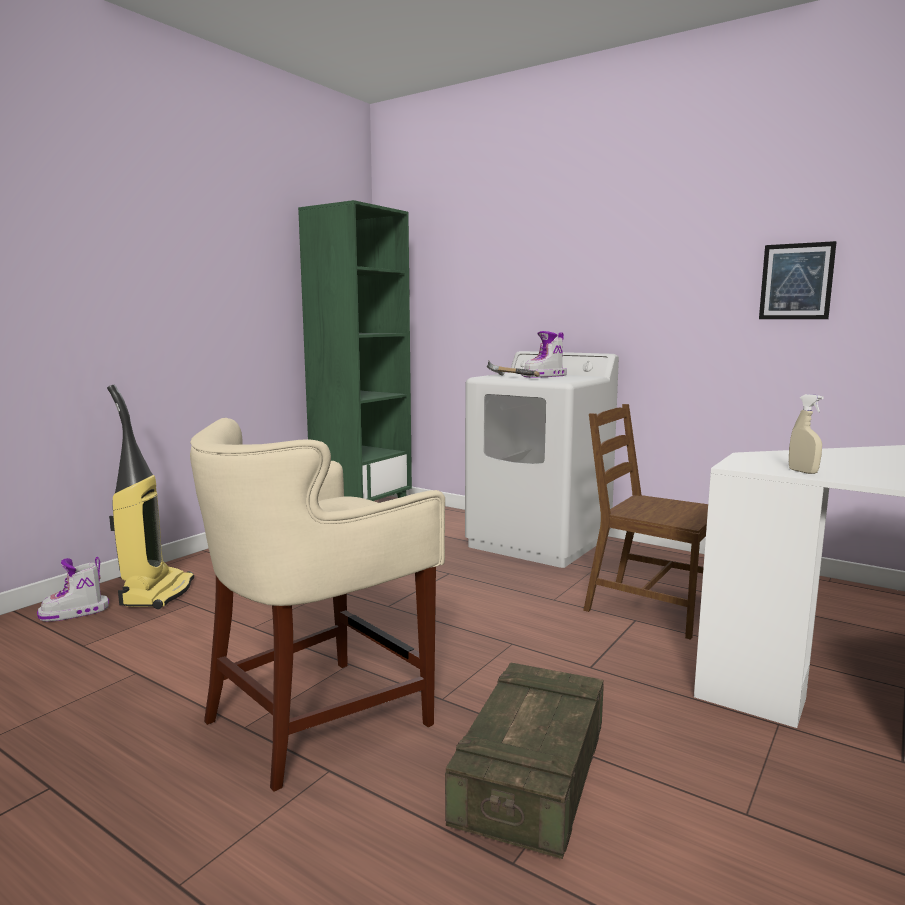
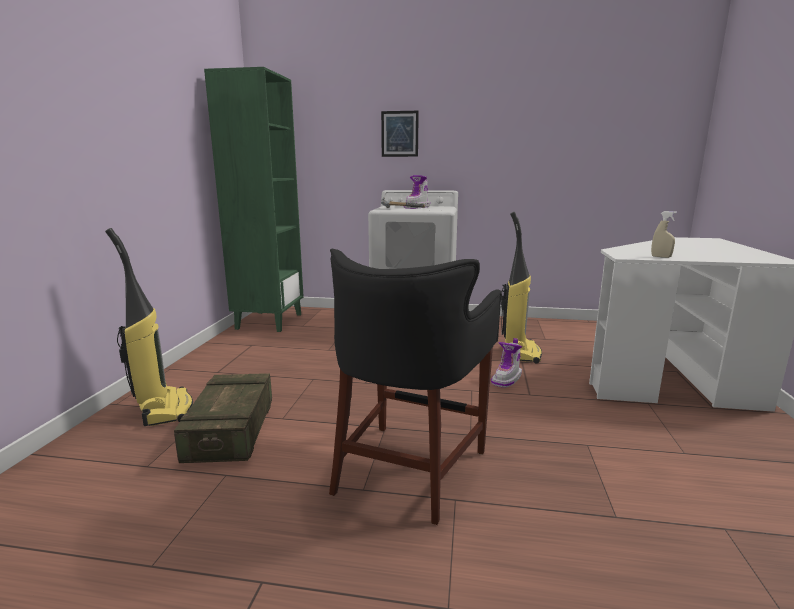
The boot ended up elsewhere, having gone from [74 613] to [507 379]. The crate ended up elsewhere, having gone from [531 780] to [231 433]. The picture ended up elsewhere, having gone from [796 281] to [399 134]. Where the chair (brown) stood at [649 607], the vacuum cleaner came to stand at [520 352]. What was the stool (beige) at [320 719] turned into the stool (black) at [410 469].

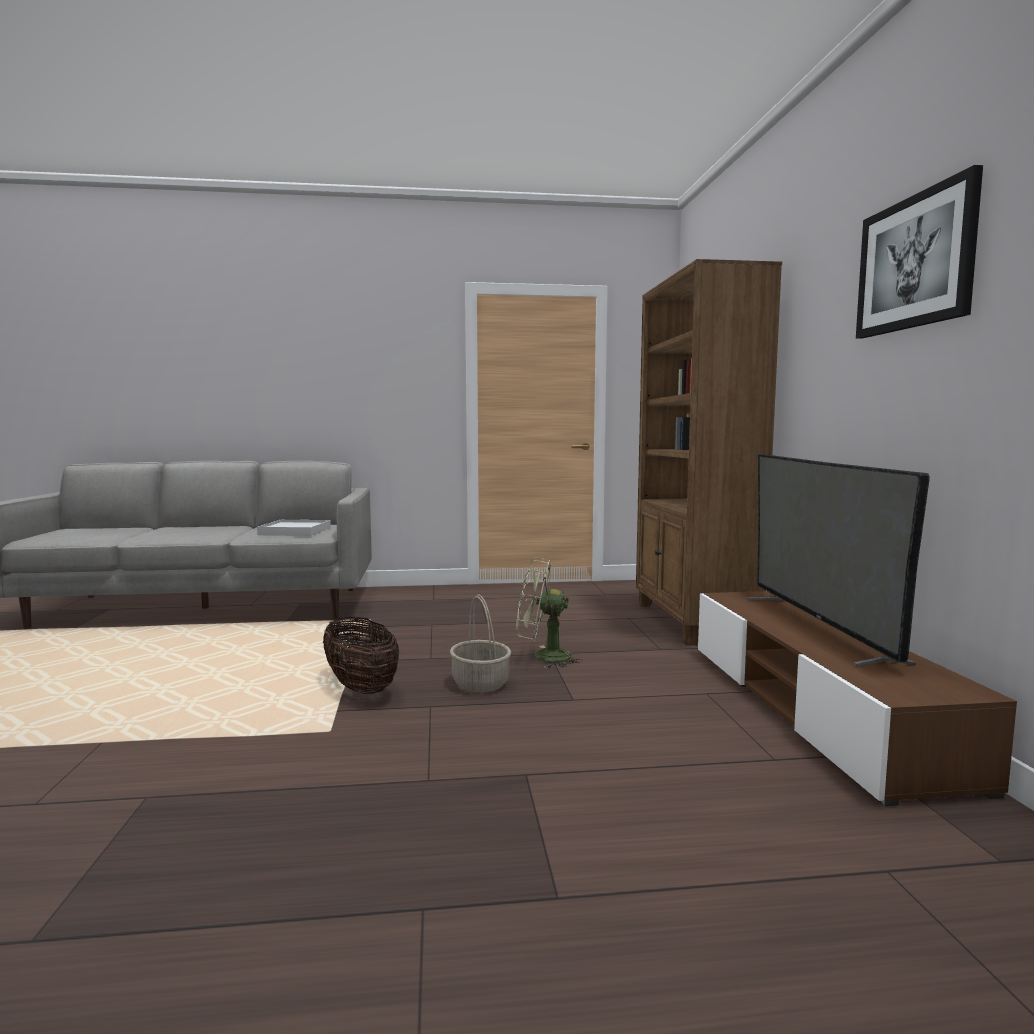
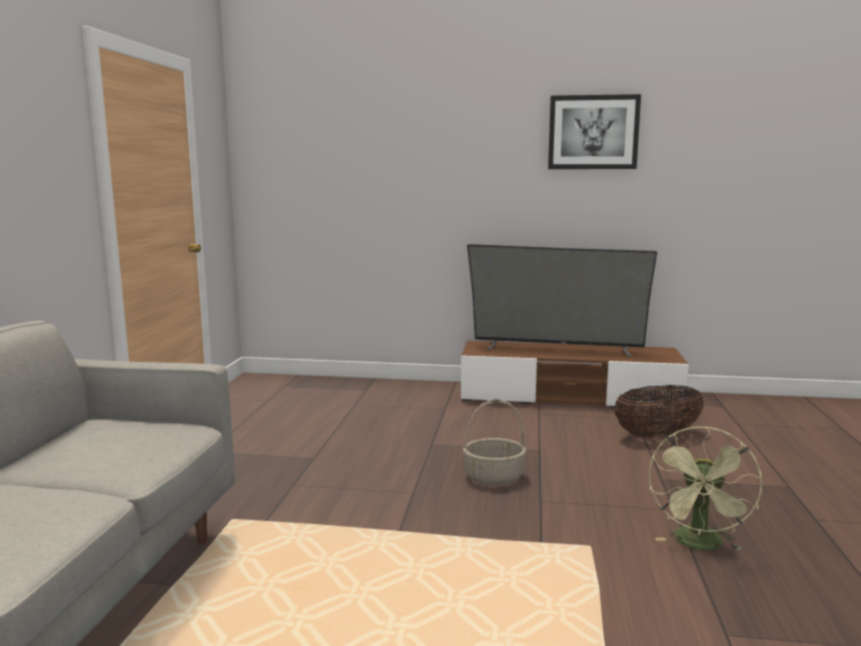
The second view lost the tray (white) at [295 531]. The second view lost the bookcase (brown) at [692 622]. The basket ended up elsewhere, having gone from [361 687] to [657 436]. The fan (green) ended up elsewhere, having gone from [543 657] to [700 545].

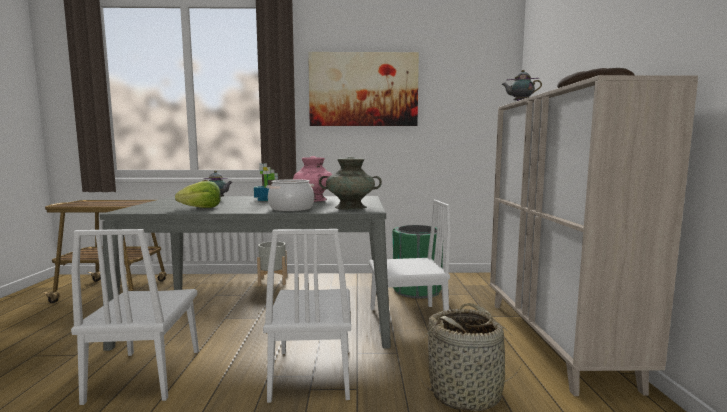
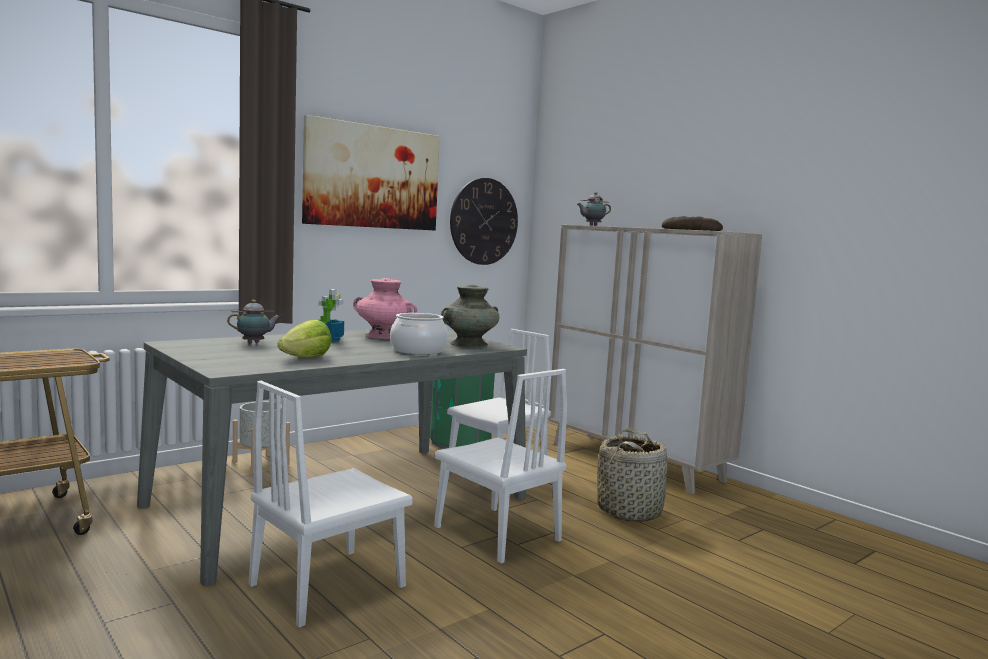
The second view gained the wall clock at [484 221]. The chair (white) at [146 374] ended up facing another way, 90 degrees clockwise from before.

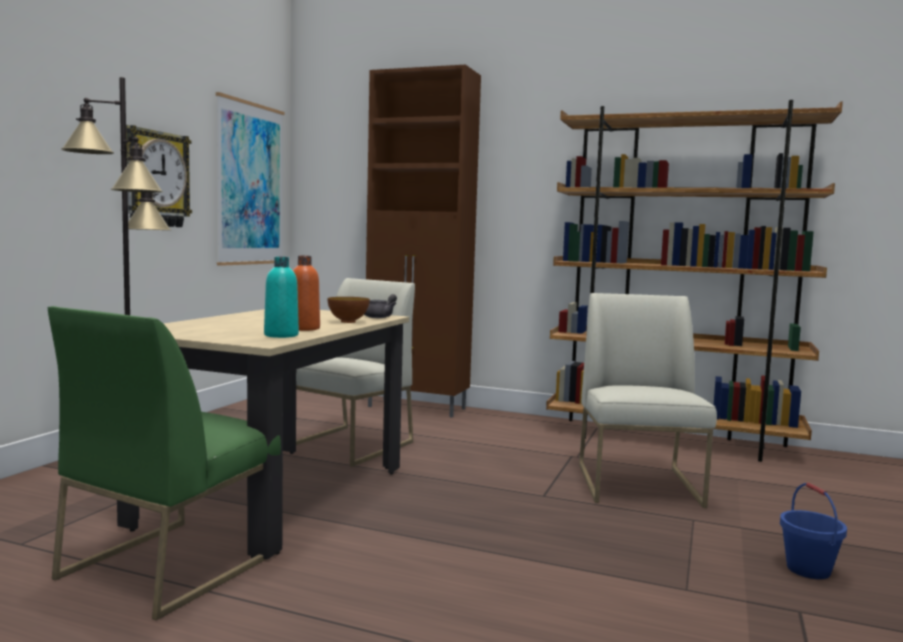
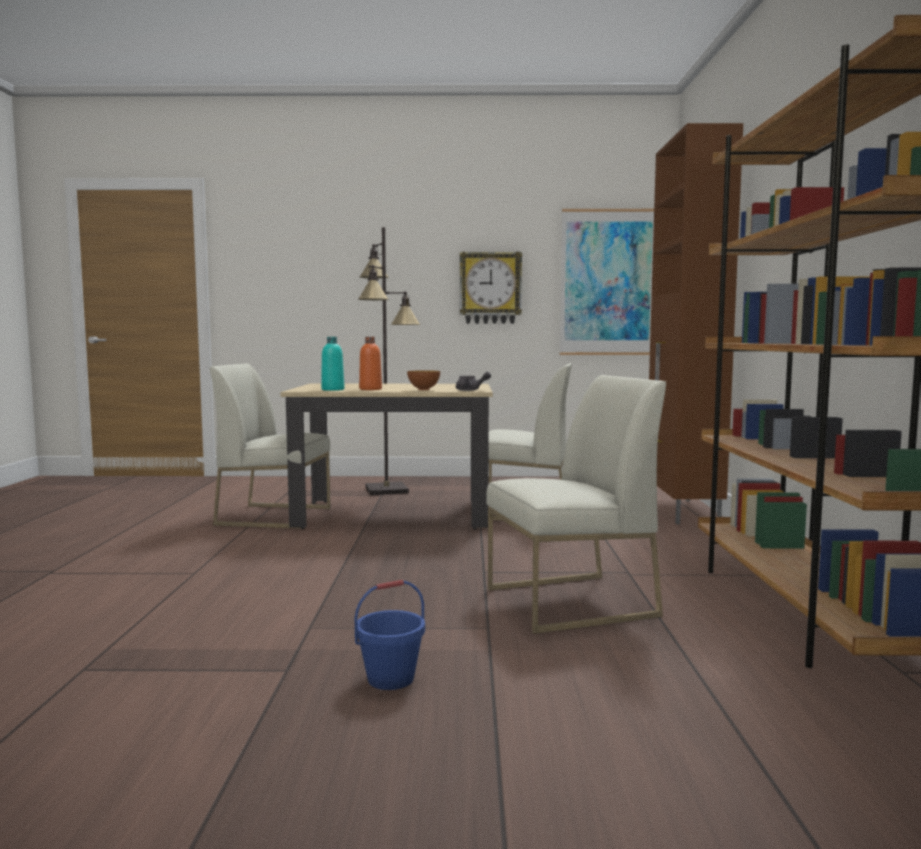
What was the chair (green) at [170 564] turned into the chair (white) at [275 516].

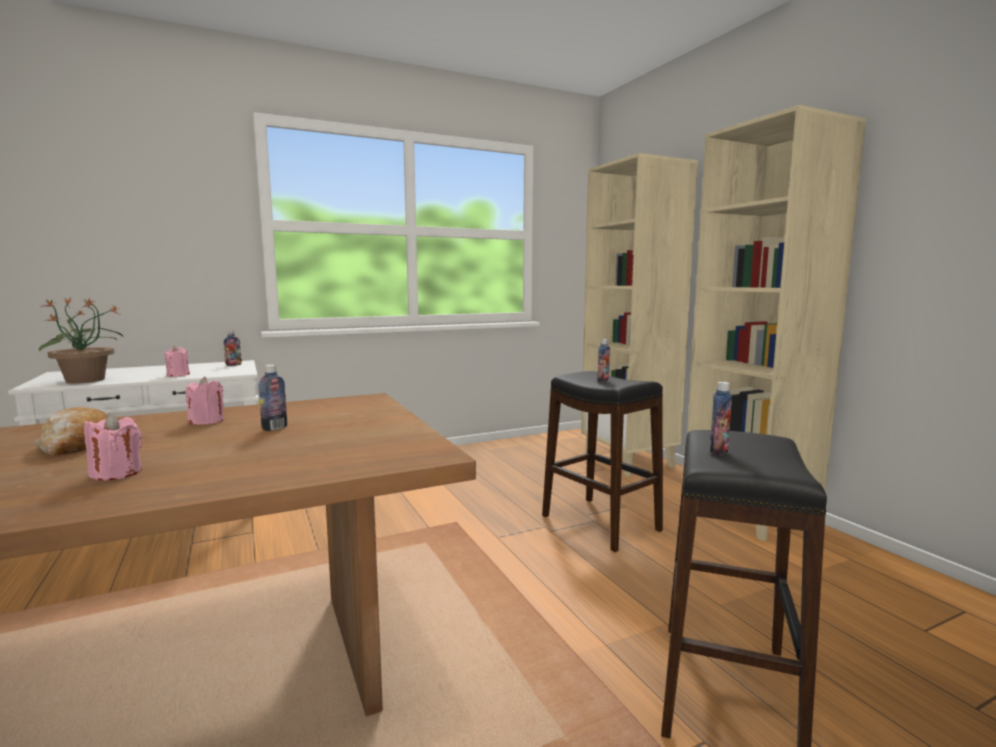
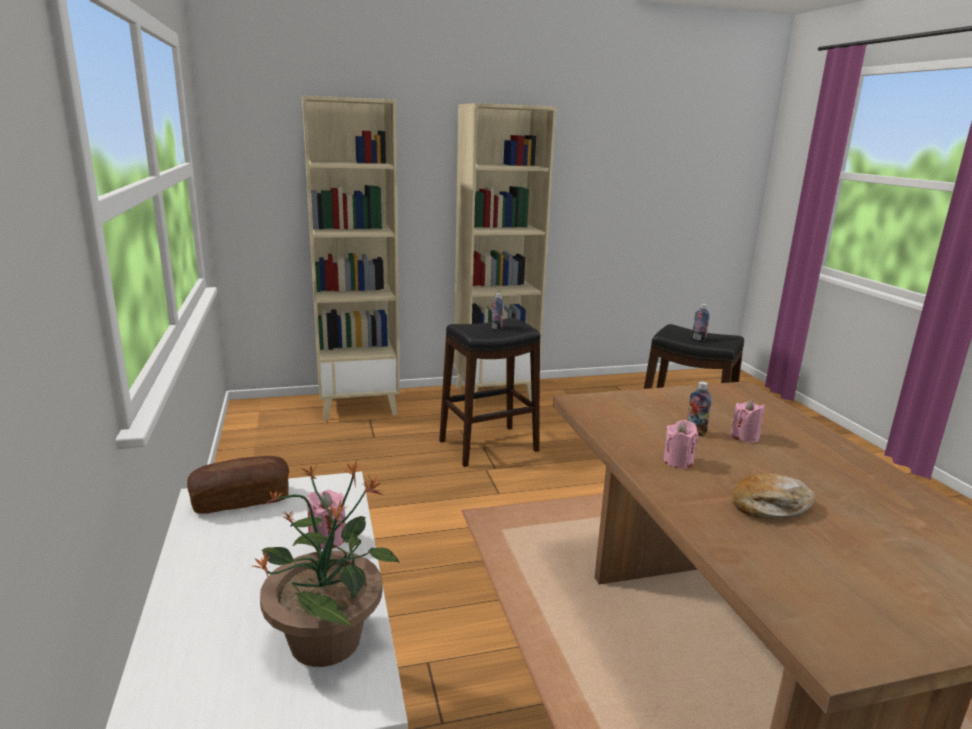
The candle (pink) ended up elsewhere, having gone from [116 473] to [744 437]. Where the bottle stood at [233 365], the bread came to stand at [241 500].

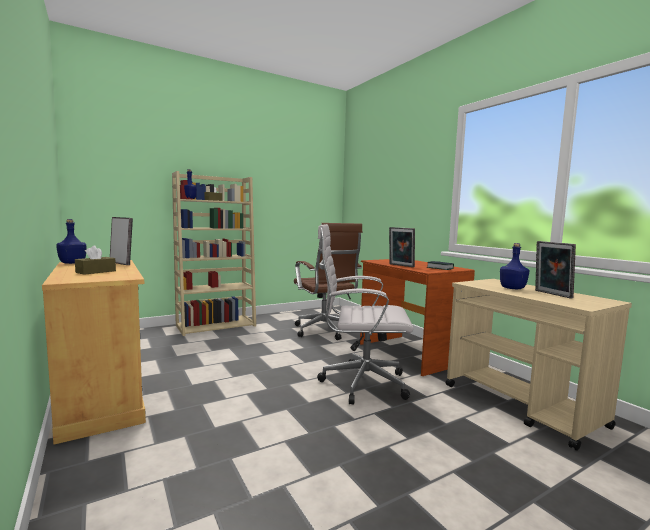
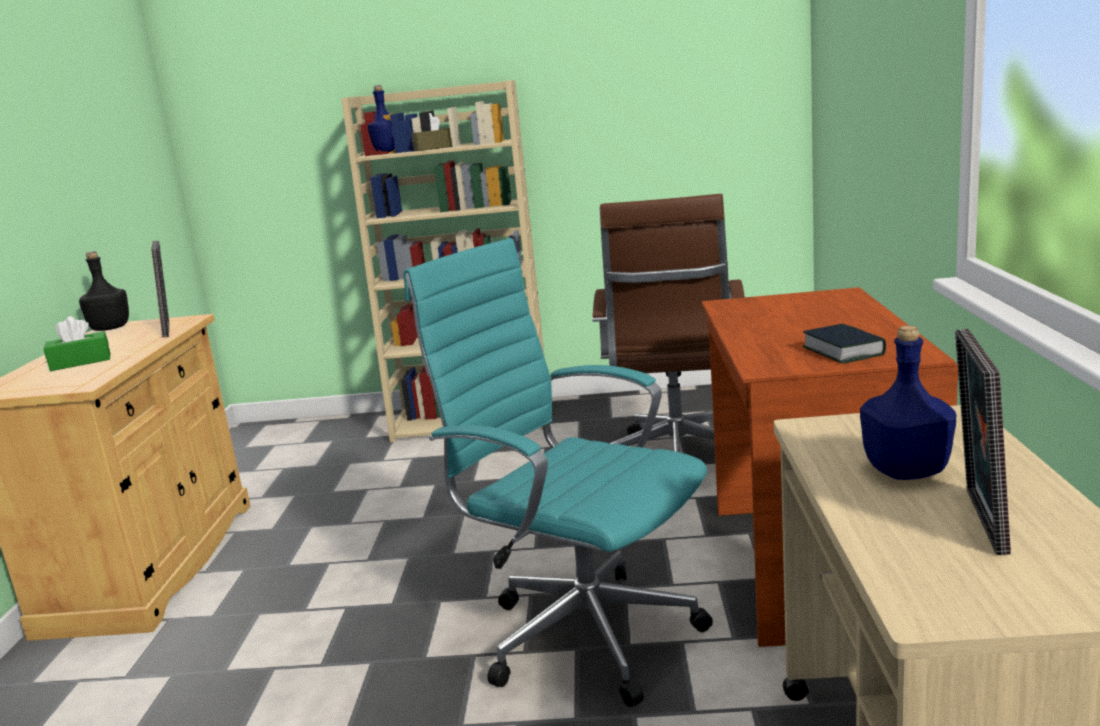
The second view lost the picture frame at [400 265]. What was the bottle (blue) at [72 263] turned into the bottle (black) at [110 328]. What was the tissue box (brown) at [96 272] turned into the tissue box (green) at [81 362]. What was the office chair (white) at [359 383] turned into the office chair (turquoise) at [581 632].

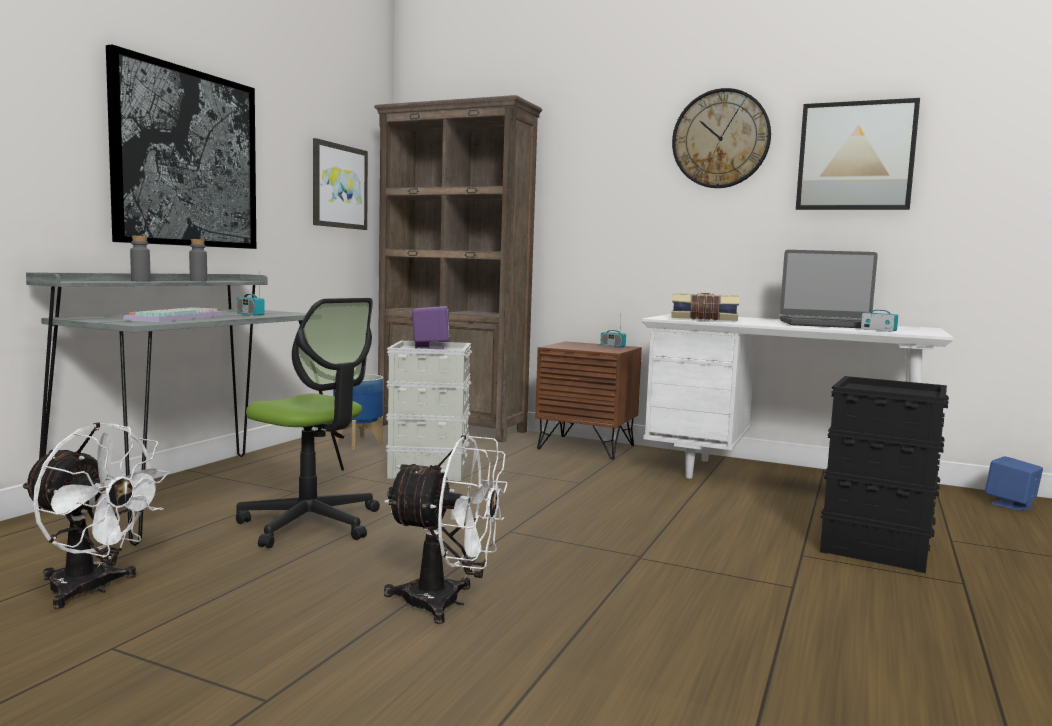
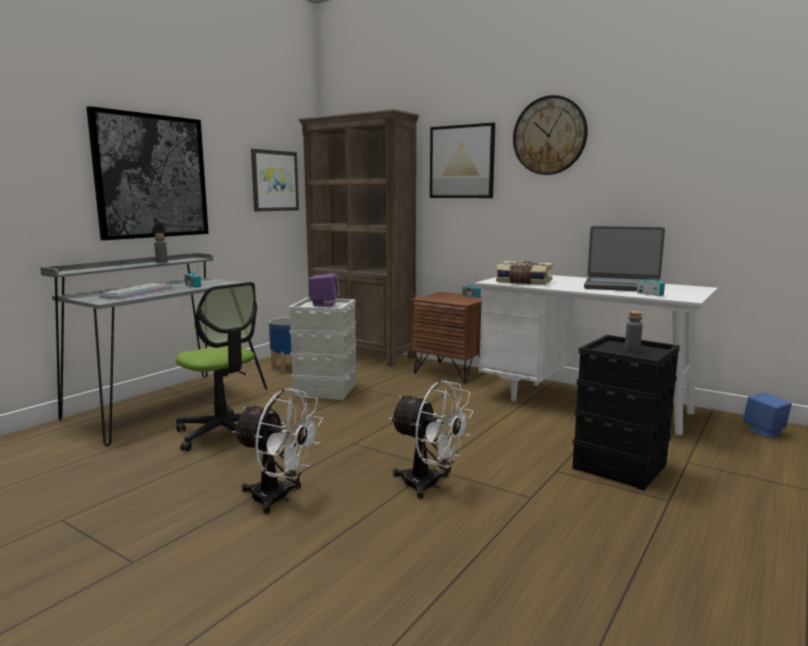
The fan (white) ended up elsewhere, having gone from [92 589] to [429 485]. The bottle (grey) ended up elsewhere, having gone from [140 281] to [632 349]. The picture ended up elsewhere, having gone from [855 156] to [462 162].

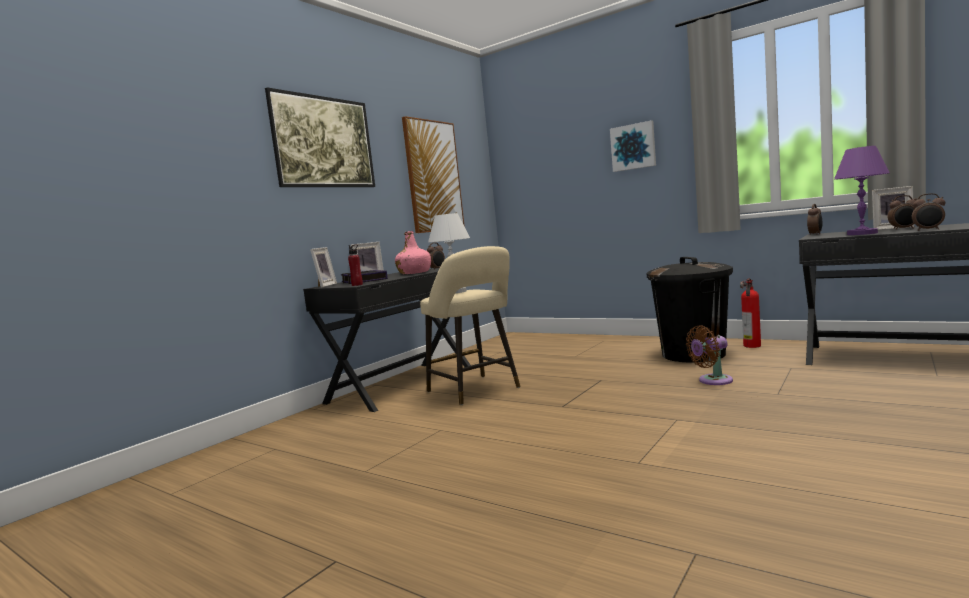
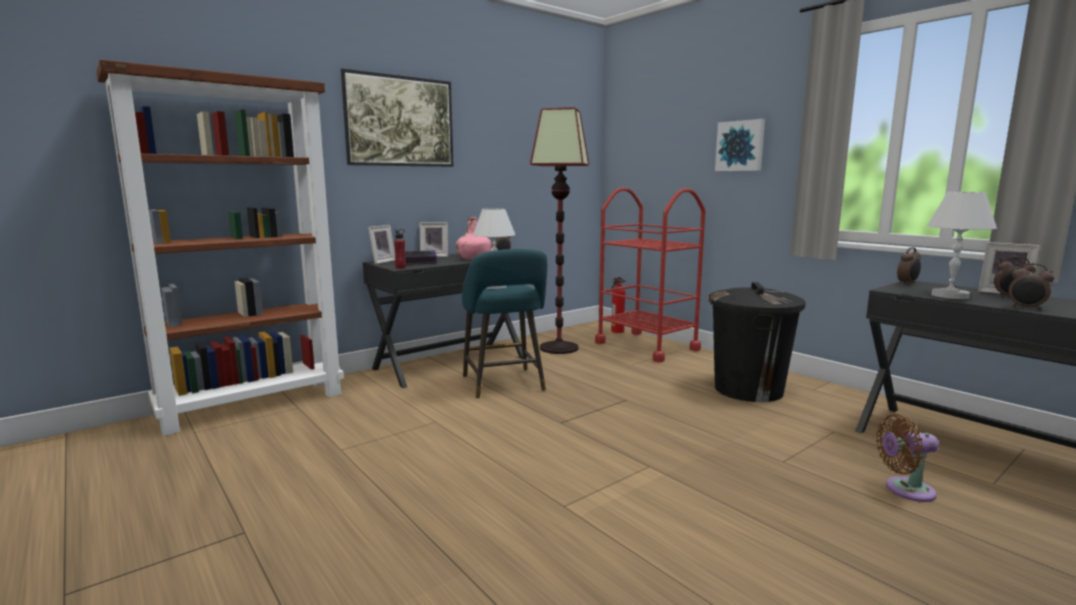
The second view lost the picture at [433 176]. The second view gained the bookcase (brown) at [254 404]. The second view gained the floor lamp at [559 348]. The second view gained the cart (red) at [646 346]. The fan (brown) ended up elsewhere, having gone from [712 381] to [905 490]. The fire extinguisher ended up elsewhere, having gone from [752 346] to [616 331]. What was the stool (beige) at [476 391] turned into the stool (turquoise) at [504 385]. What was the table lamp (purple) at [861 233] turned into the table lamp (white) at [949 295].

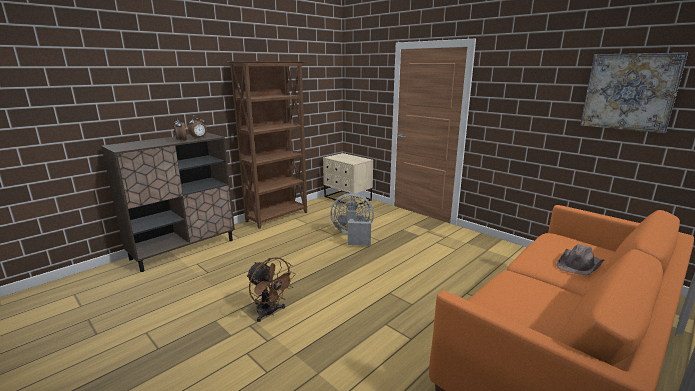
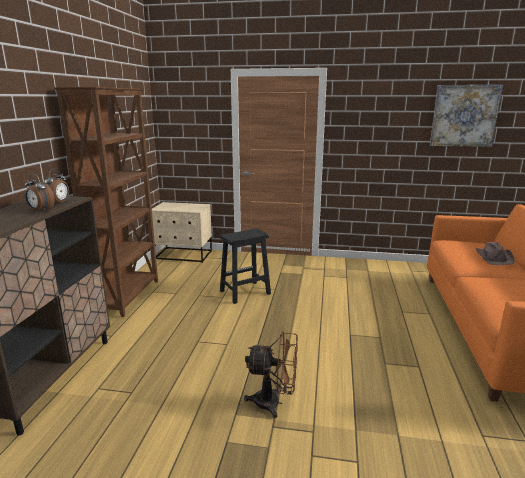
Where the fan (grey) stood at [353 236], the stool (black) came to stand at [244 292].

